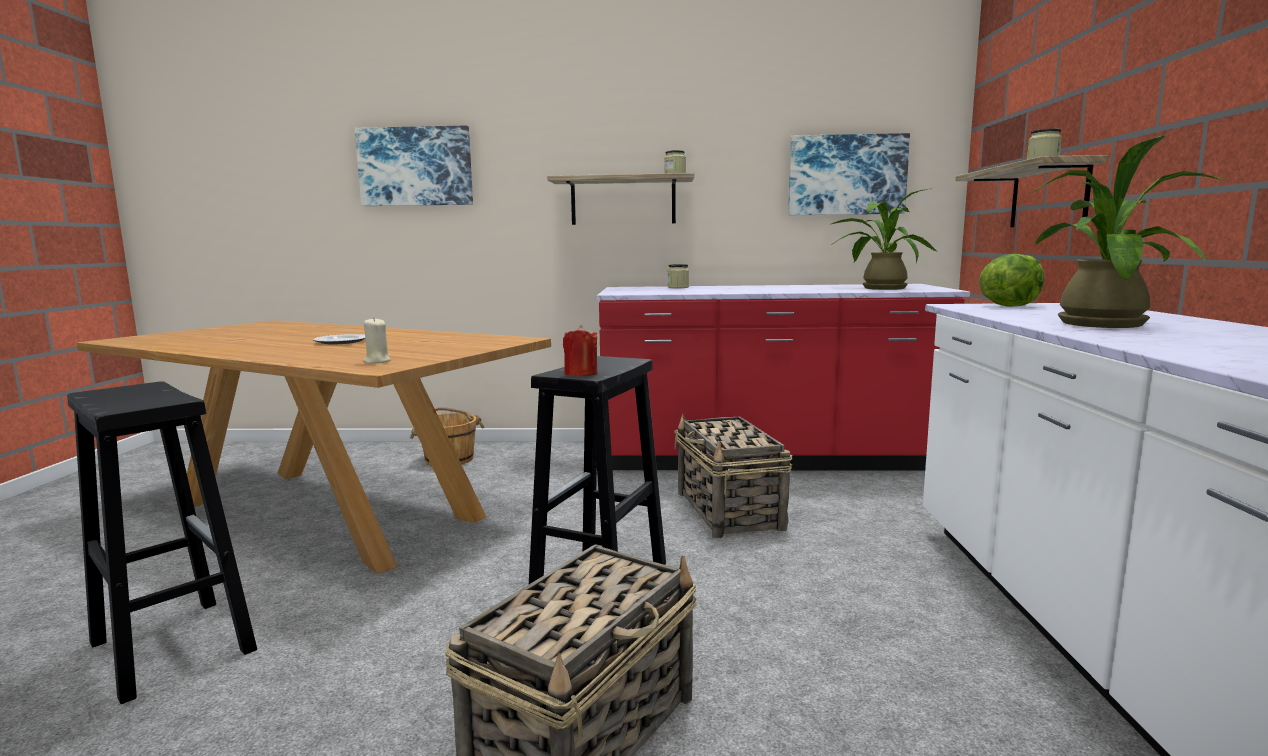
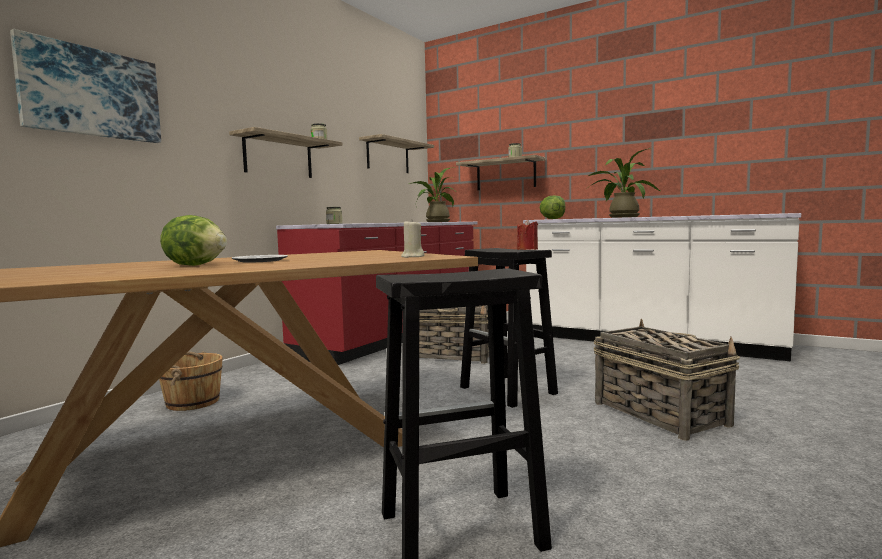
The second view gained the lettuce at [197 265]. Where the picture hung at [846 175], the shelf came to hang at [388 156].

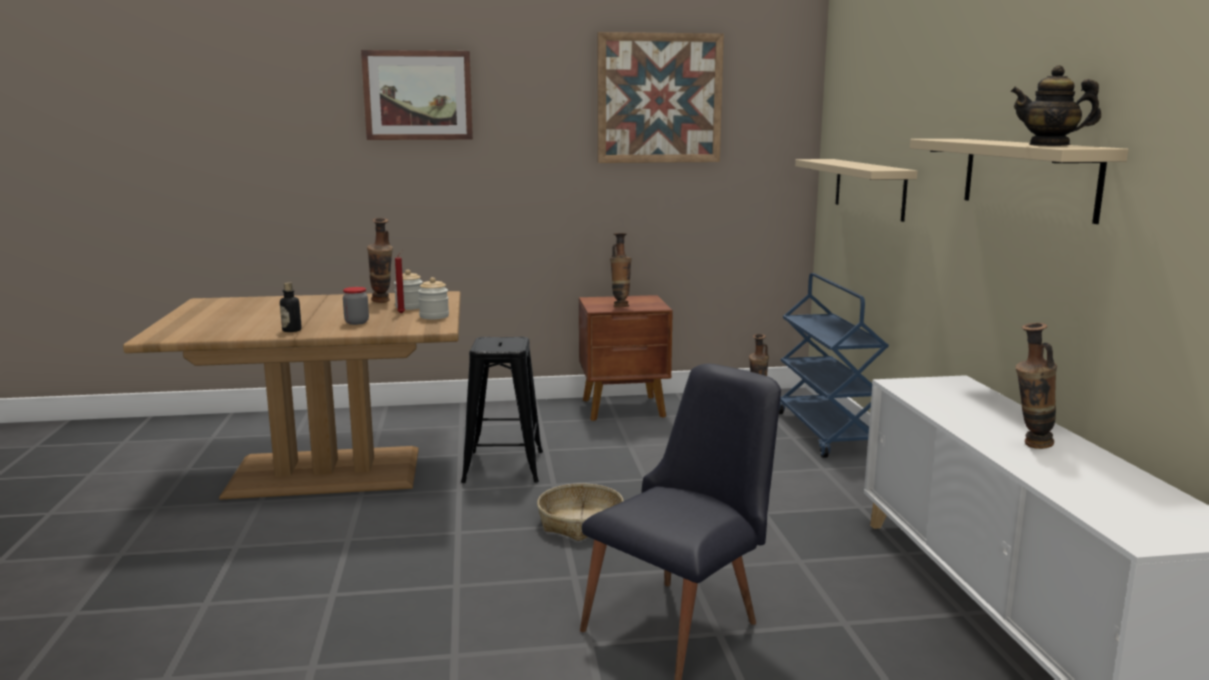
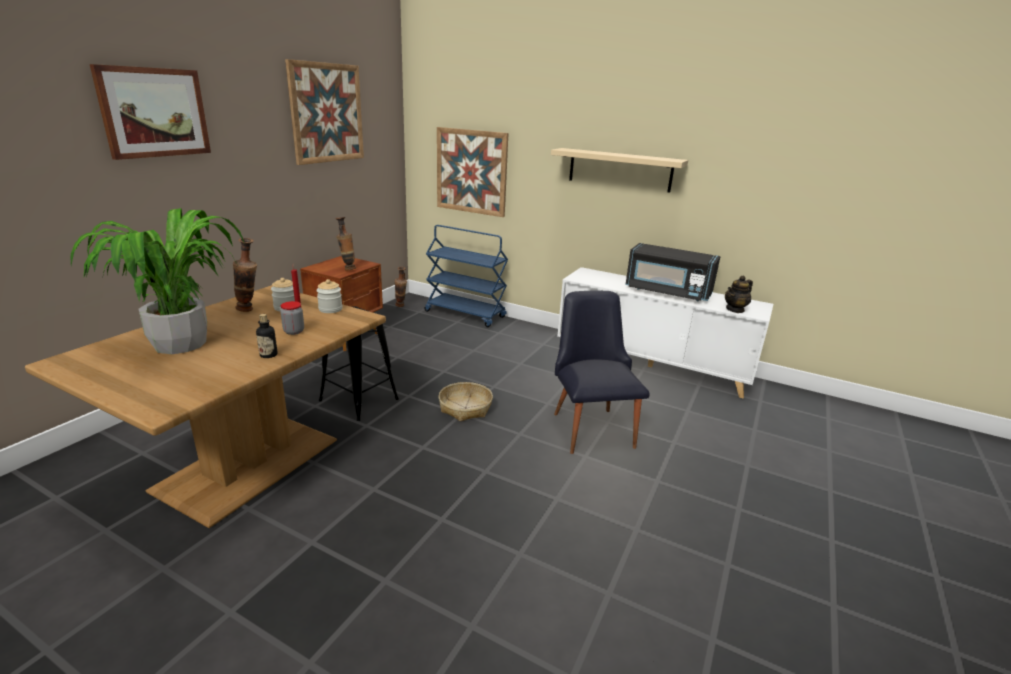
The second view gained the potted plant at [180 343]. The teapot ended up elsewhere, having gone from [1049 145] to [735 309]. Where the shelf (beige) hung at [869 188], the picture came to hang at [471 171]. Where the vase stood at [1030 445], the microwave (black) came to stand at [667 292].

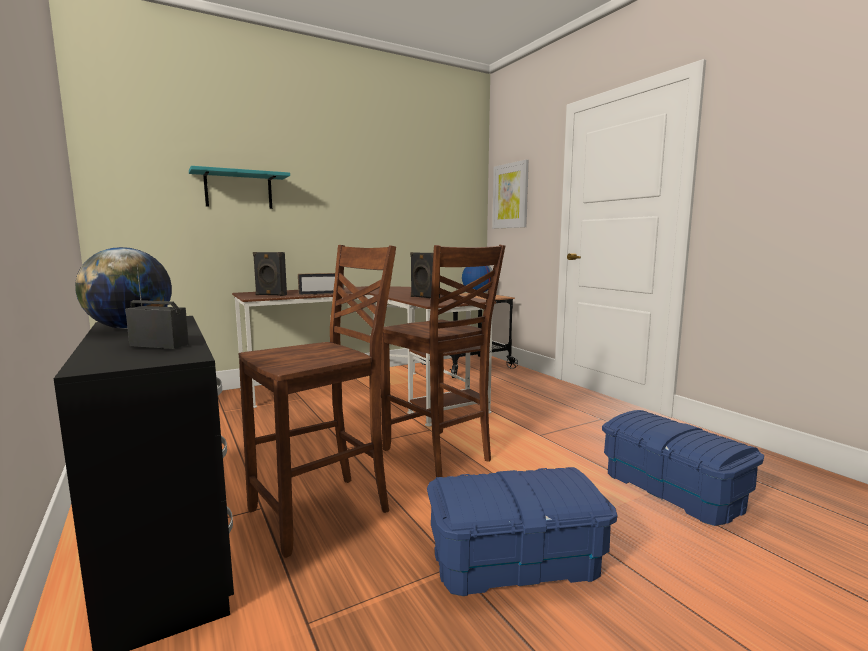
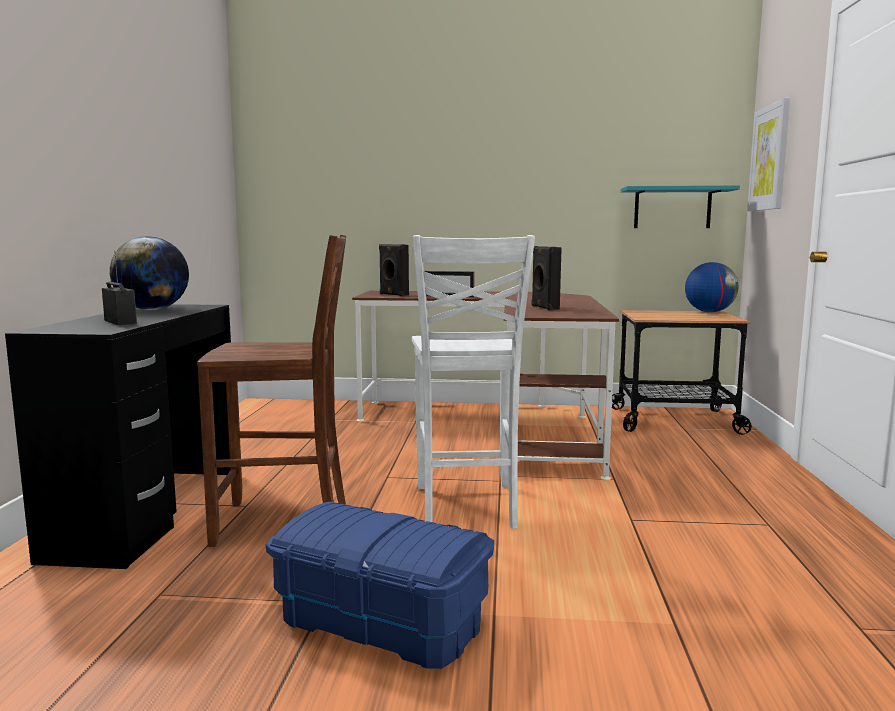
The second view lost the storage box (blue) at [671 489]. The shelf (turquoise) ended up elsewhere, having gone from [238 190] to [672 208]. What was the chair (brown) at [438 455] turned into the chair (white) at [465 507].

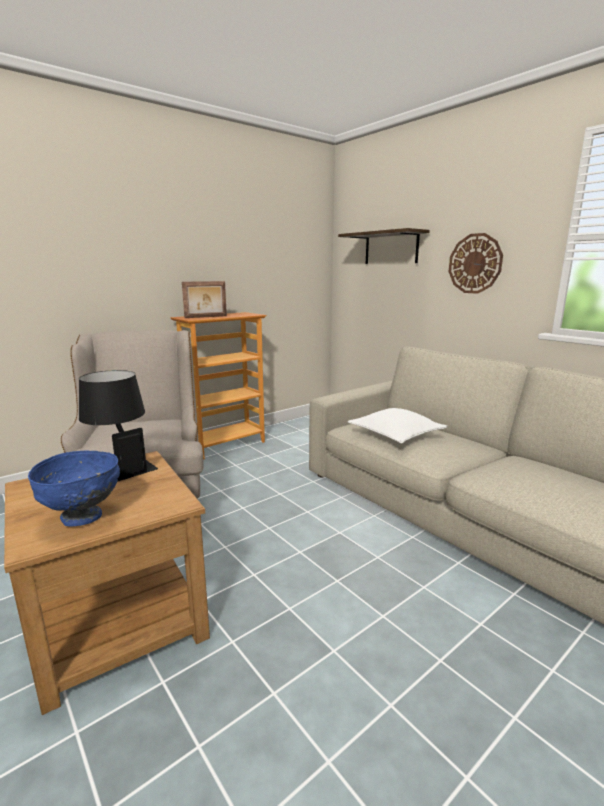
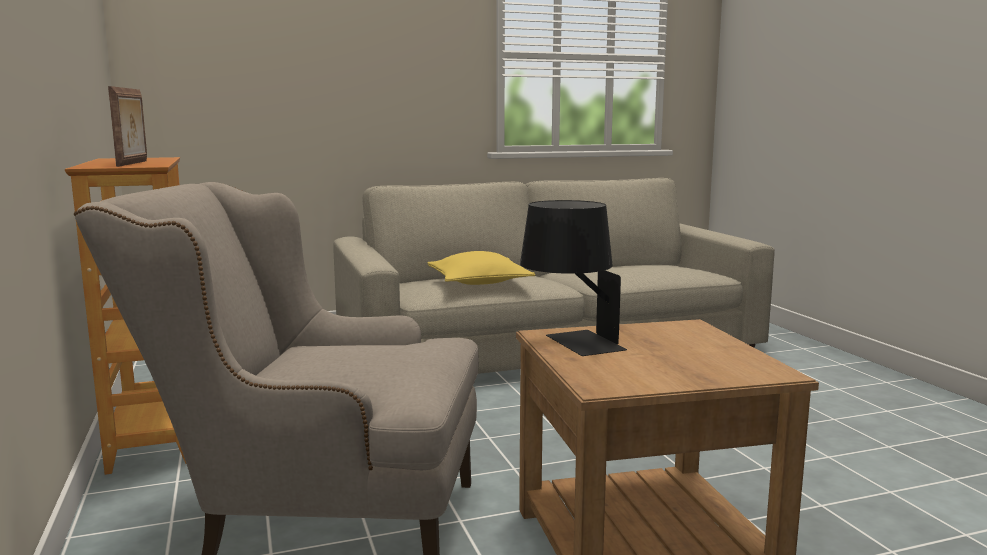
The second view lost the bowl (blue) at [82 517]. The second view lost the shelf at [391 248]. The second view lost the wall clock at [475 263]. What was the pillow (white) at [396 434] turned into the pillow (yellow) at [479 282].

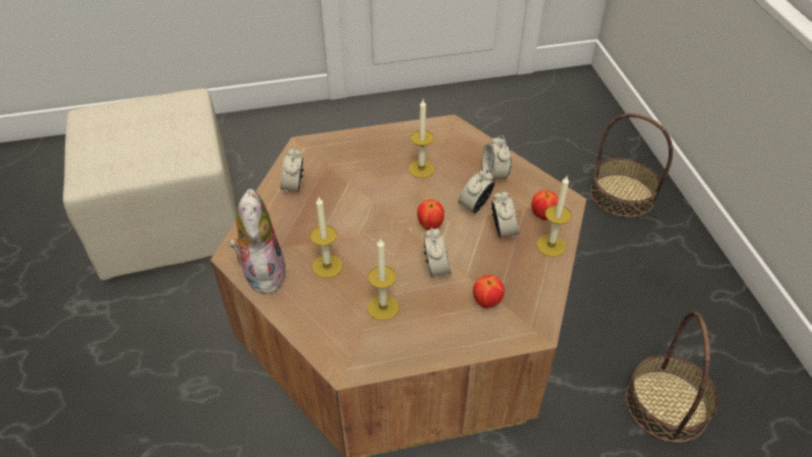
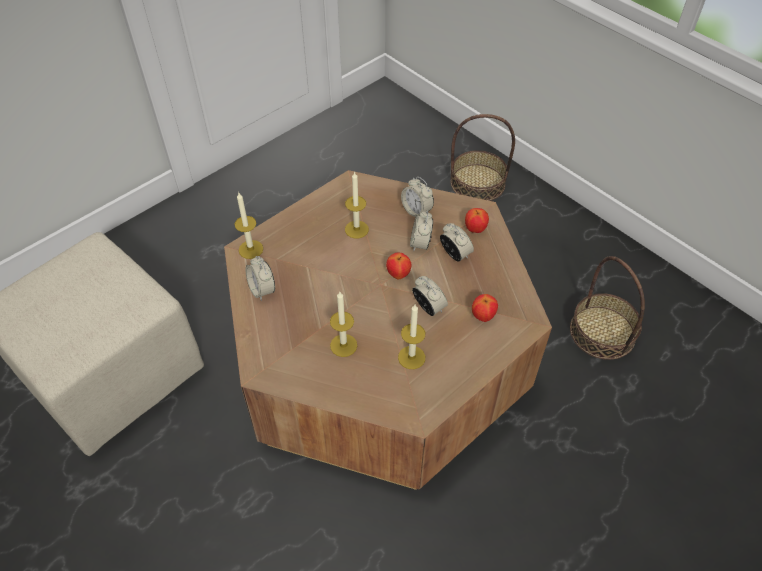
The second view lost the plush toy at [262 272]. The candle ended up elsewhere, having gone from [551 245] to [251 249].

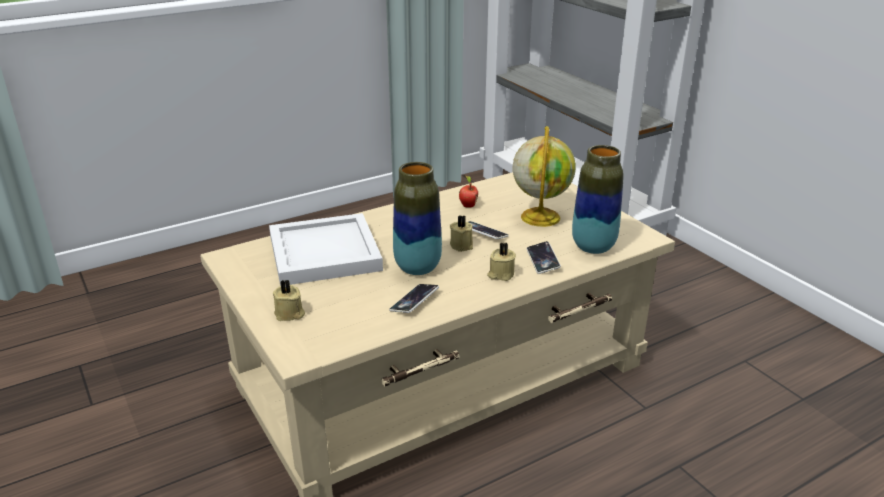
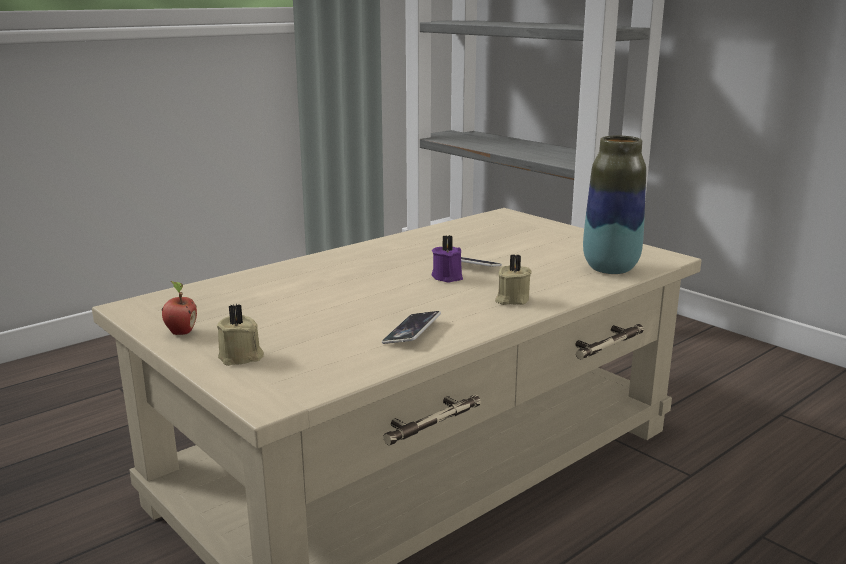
The second view lost the tray (white) at [326 254]. The second view lost the vase at [417 268]. The second view lost the globe at [540 217]. The second view lost the phone at [542 260]. The apple ended up elsewhere, having gone from [467 205] to [180 332]. What was the candle (beige) at [462 245] turned into the candle (purple) at [448 276].

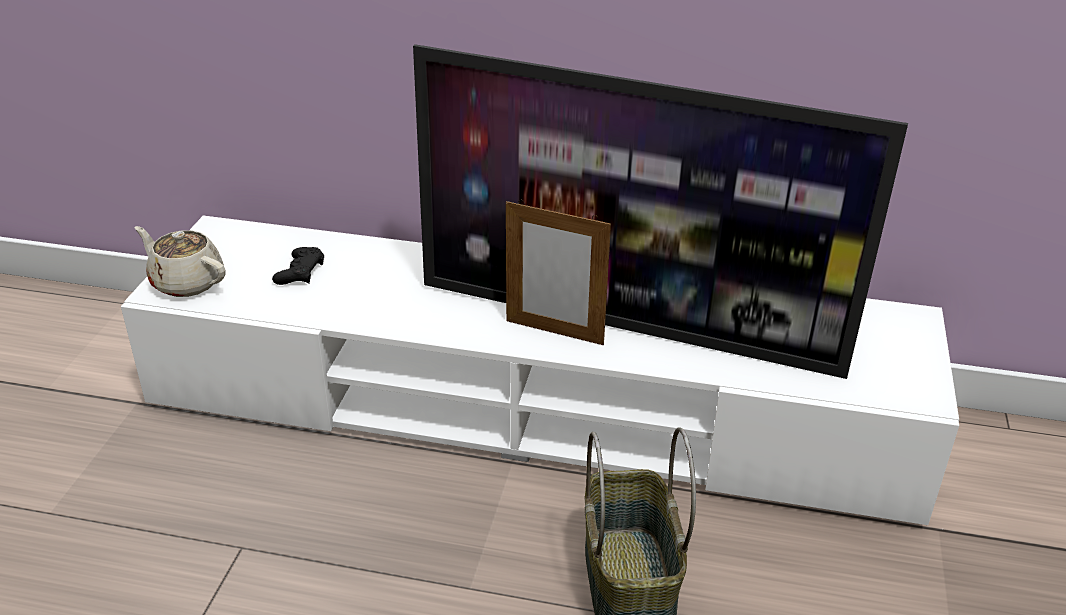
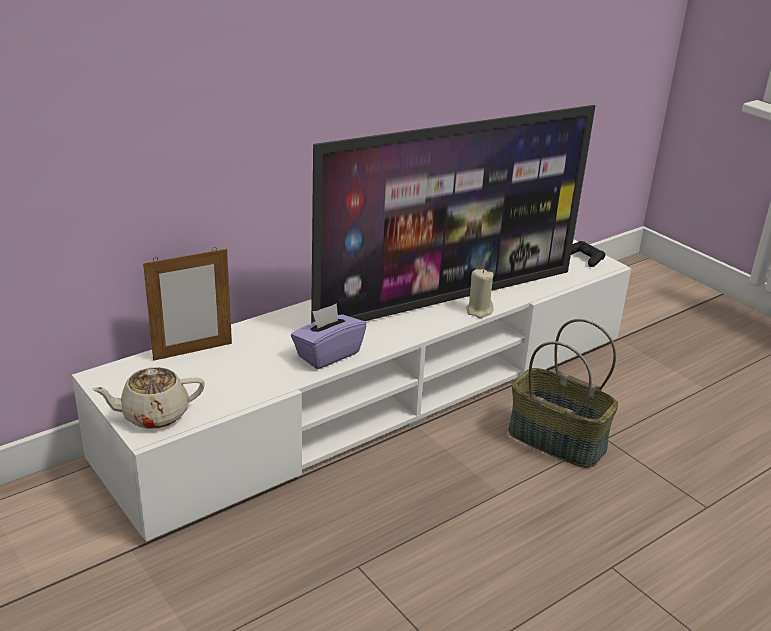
The second view gained the tissue box (purple) at [328 354]. The second view gained the candle (beige) at [479 311]. The game controller (black) ended up elsewhere, having gone from [300 272] to [585 258]. The picture frame ended up elsewhere, having gone from [554 332] to [193 351].

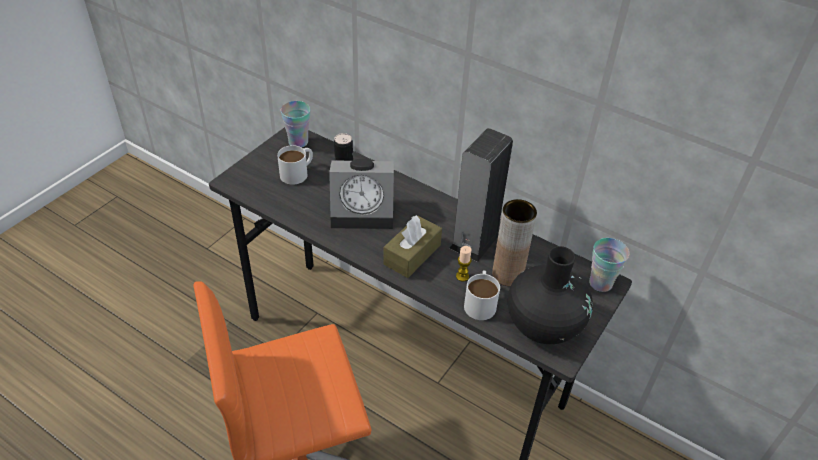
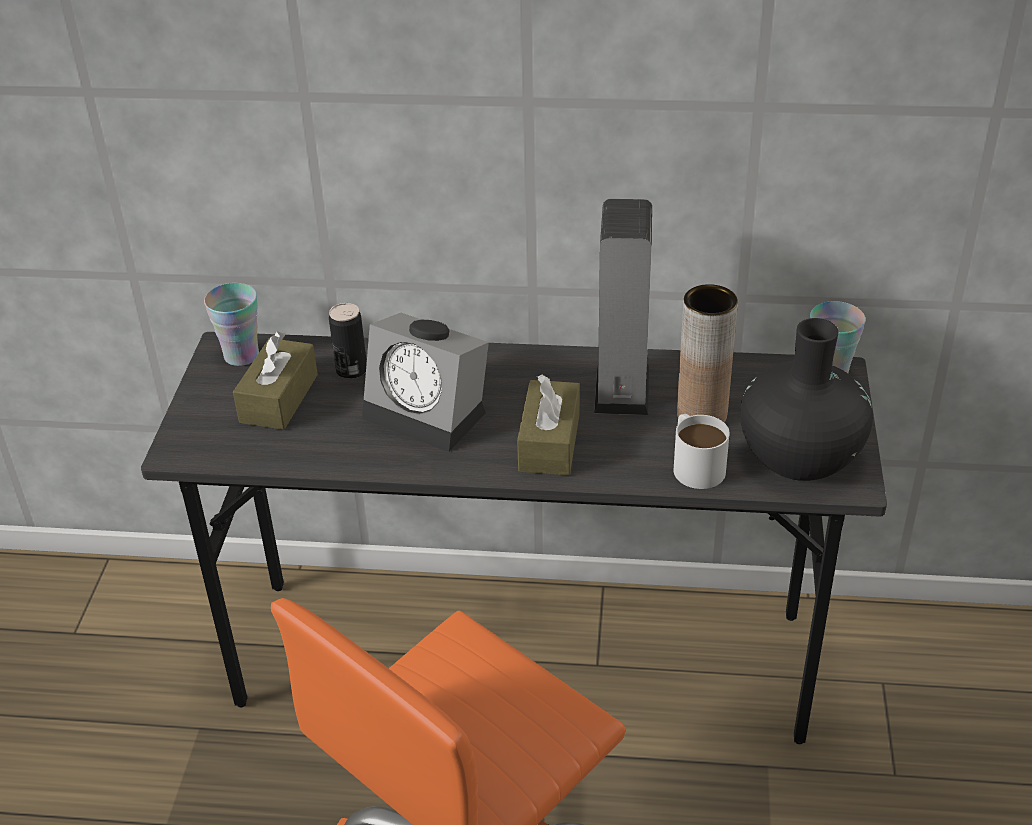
The second view lost the candle at [462 276]. Where the mug (white) stood at [298 172], the tissue box (brown) came to stand at [279 398]. The alarm clock at [364 212] ended up facing another way, 60 degrees clockwise from before.

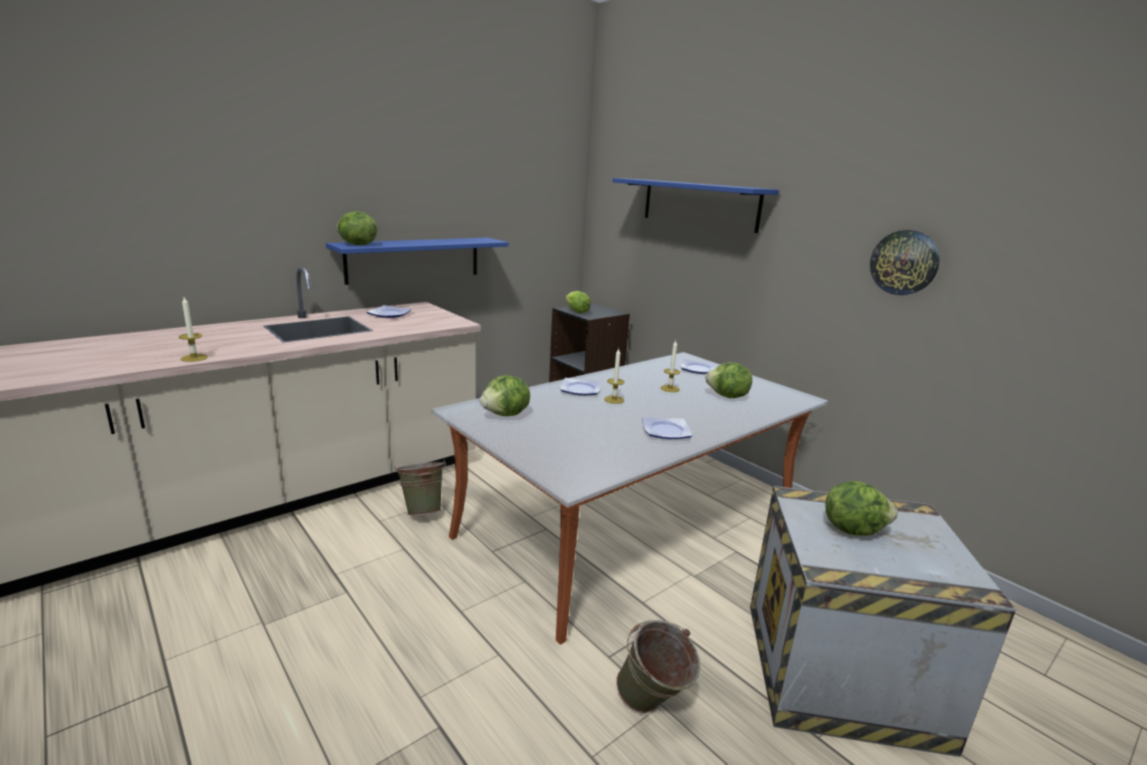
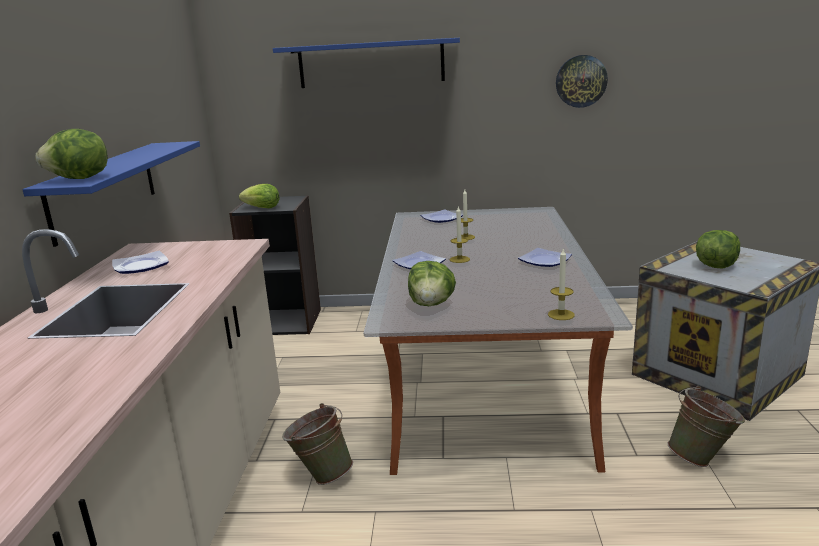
The second view lost the lettuce at [727 397]. The candle ended up elsewhere, having gone from [194 358] to [561 314].

